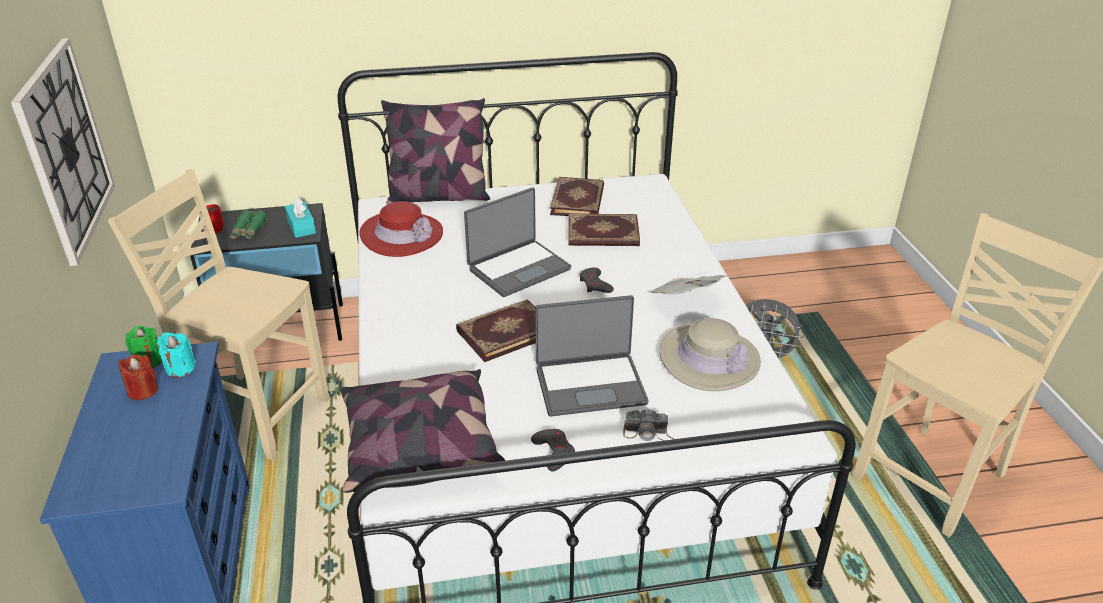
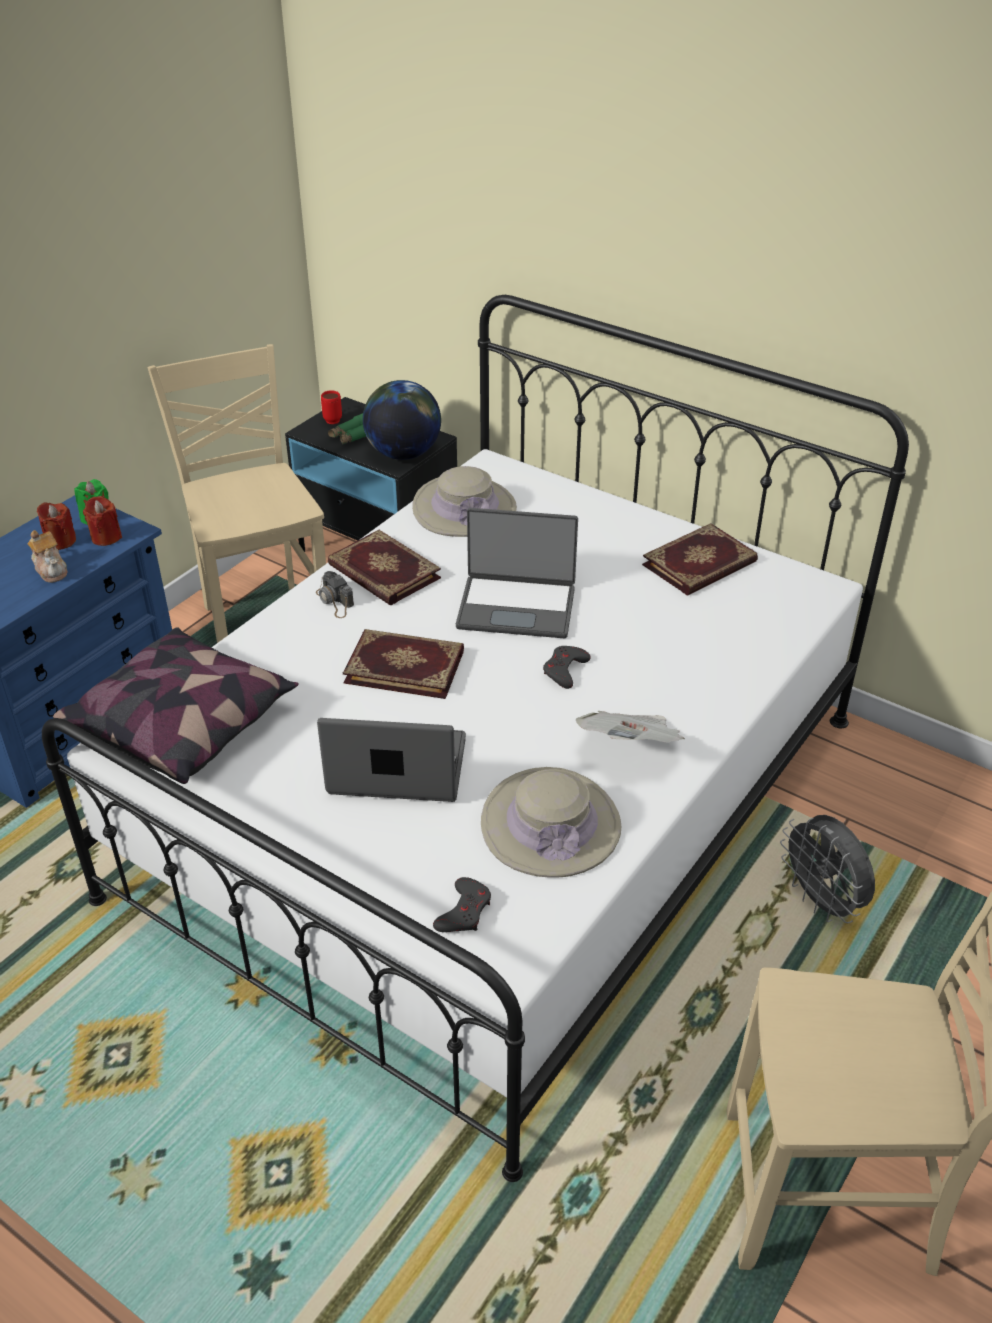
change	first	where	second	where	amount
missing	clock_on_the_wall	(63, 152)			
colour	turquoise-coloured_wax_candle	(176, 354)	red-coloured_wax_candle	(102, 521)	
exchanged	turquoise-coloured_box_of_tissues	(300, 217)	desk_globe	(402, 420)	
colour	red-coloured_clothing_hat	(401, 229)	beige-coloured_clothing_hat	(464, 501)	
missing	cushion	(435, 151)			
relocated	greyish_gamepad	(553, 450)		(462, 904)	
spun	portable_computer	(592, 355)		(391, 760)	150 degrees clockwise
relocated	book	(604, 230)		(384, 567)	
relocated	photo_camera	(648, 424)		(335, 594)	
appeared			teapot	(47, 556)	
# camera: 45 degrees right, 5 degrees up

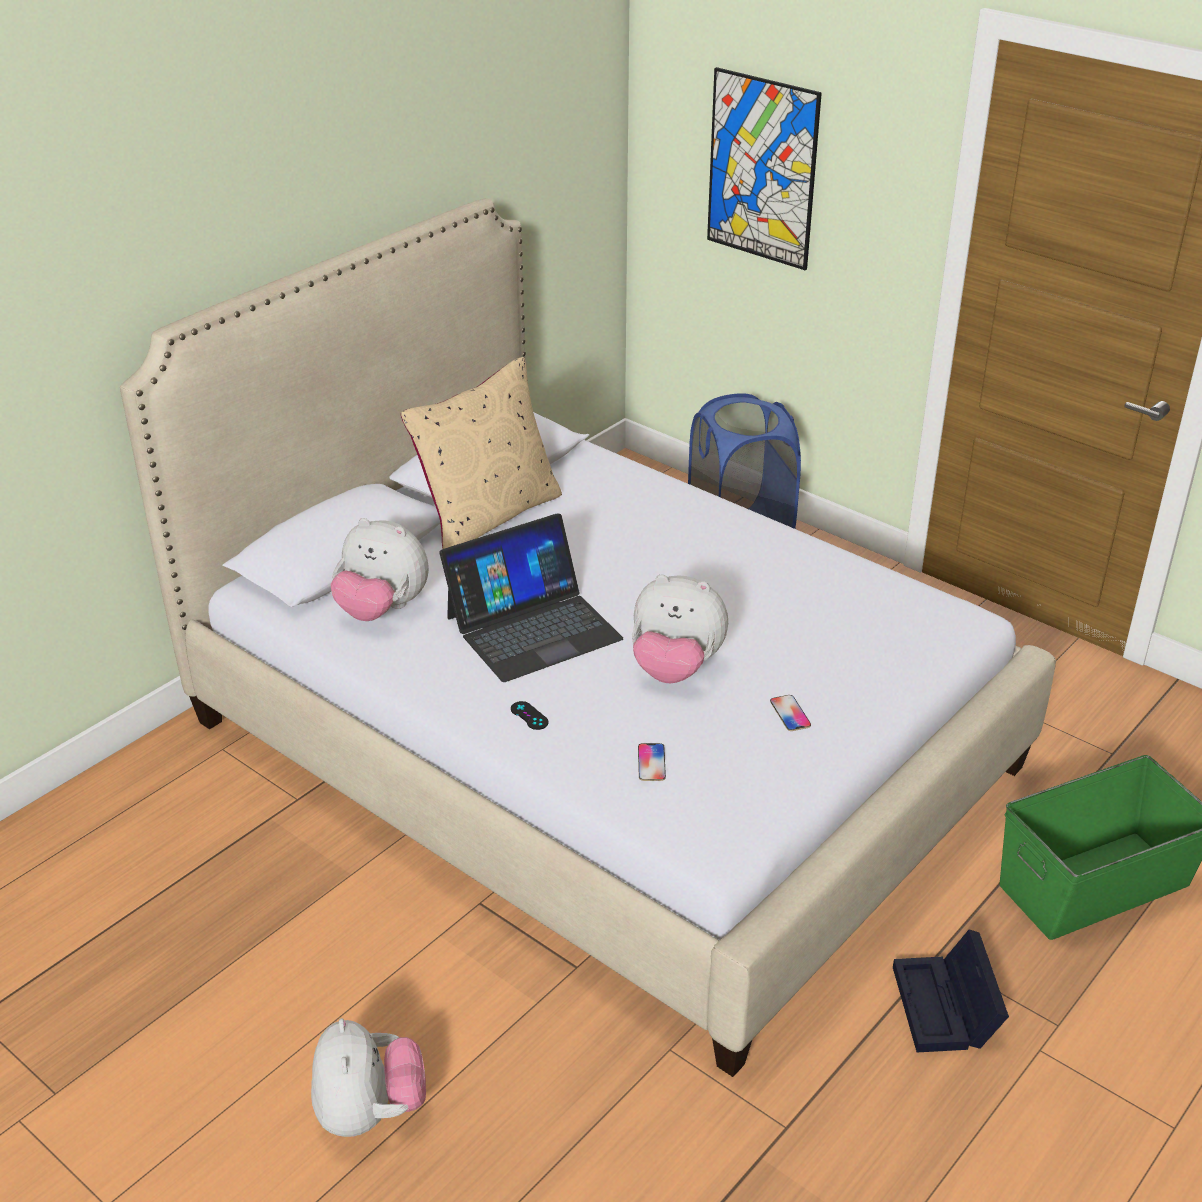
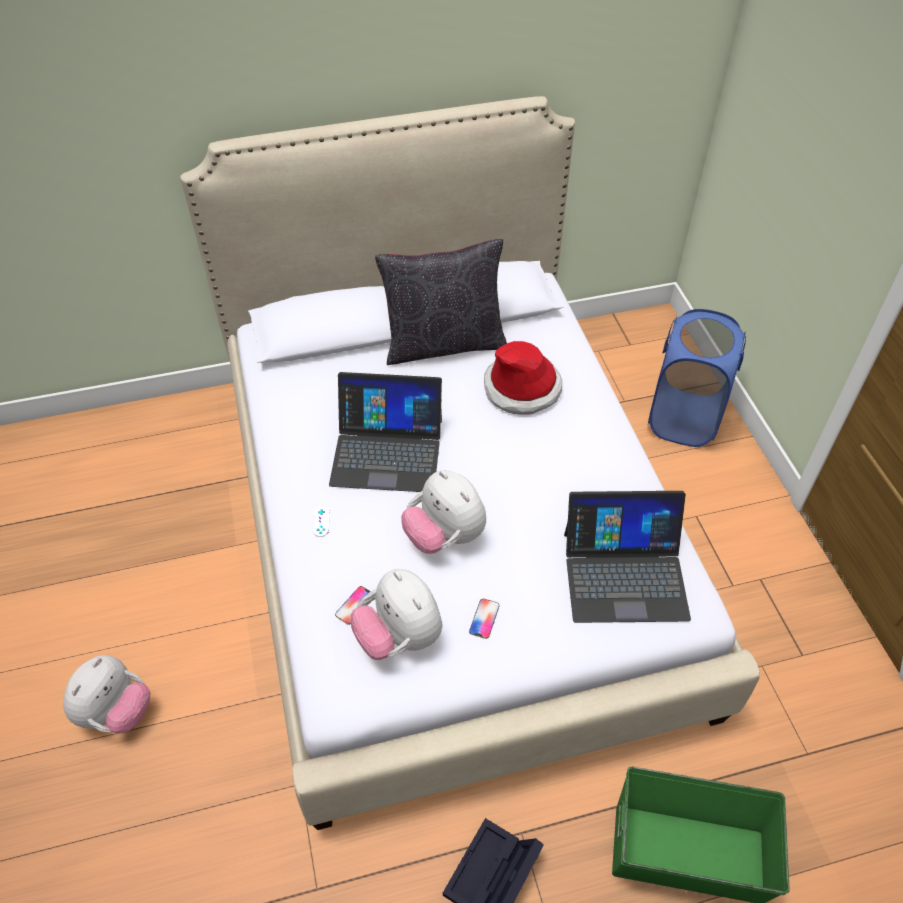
change	first	where	second	where	amount
relocated	soft_toy	(379, 569)		(397, 614)	
colour	beige-coloured_cushion	(481, 453)	blackish_cushion	(441, 302)	
colour	blackish_gamepad	(530, 715)	whitish_gamepad	(321, 521)	
missing	picture	(764, 168)			
appeared			clothing_hat	(523, 378)	
appeared			portable_computer	(627, 557)	
# camera: 35 degrees right, 15 degrees up

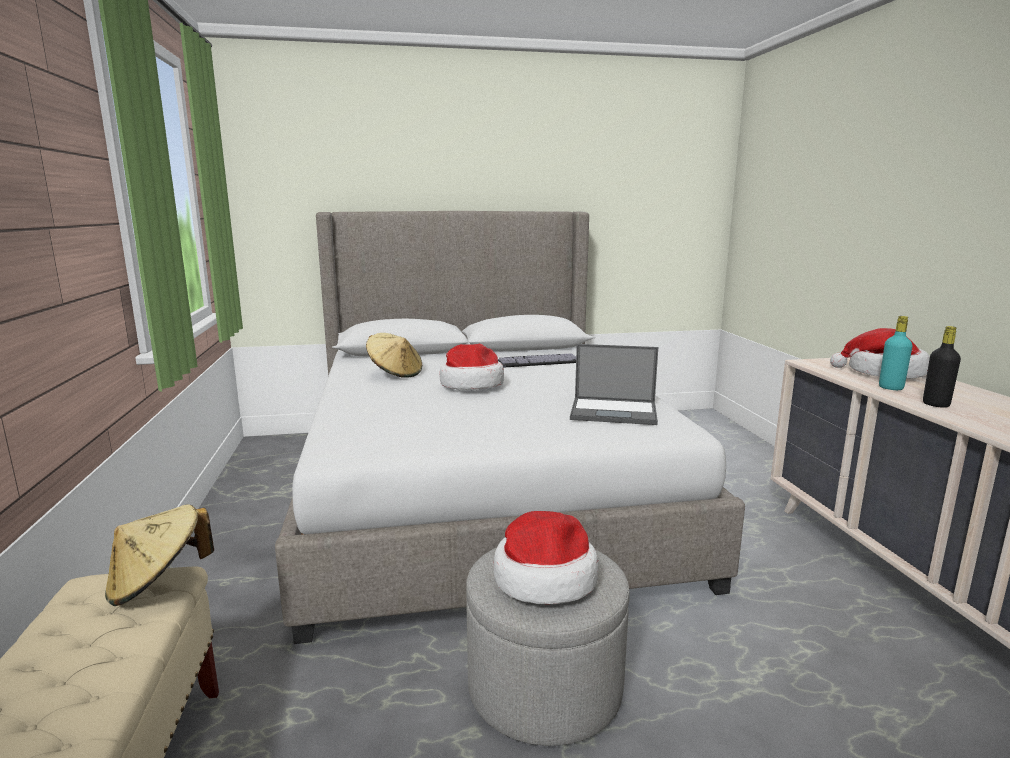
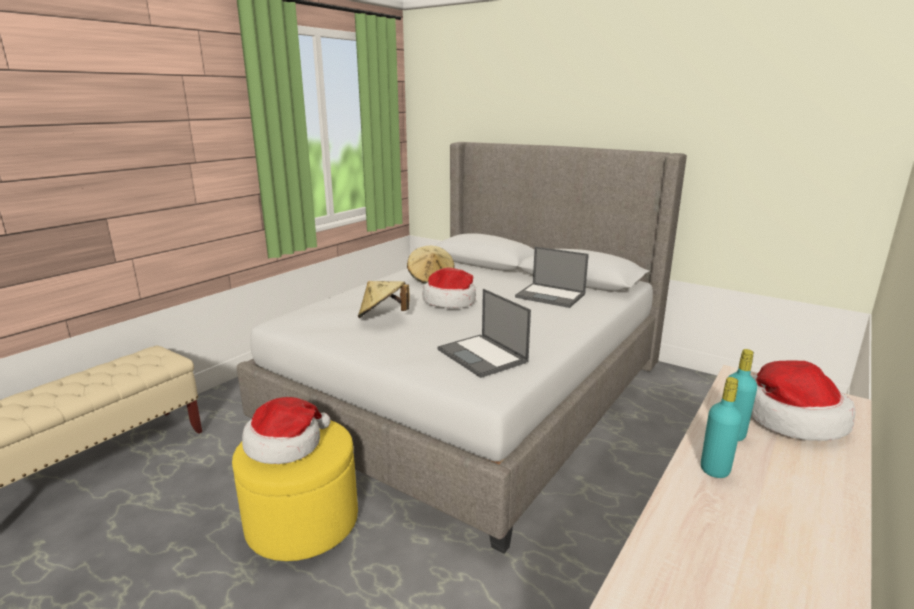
change	first	where	second	where	amount
relocated	beige-coloured_clothing_hat	(159, 555)		(384, 299)	
colour	greyish_footrest	(548, 647)	yellow_footrest	(295, 491)	
exchanged	PC_keyboard	(537, 360)	portable_computer	(552, 277)	
colour	blackish_beverage_bottle	(942, 367)	turquoise-coloured_beverage_bottle	(722, 427)	
# camera: 45 degrees right, 5 degrees up

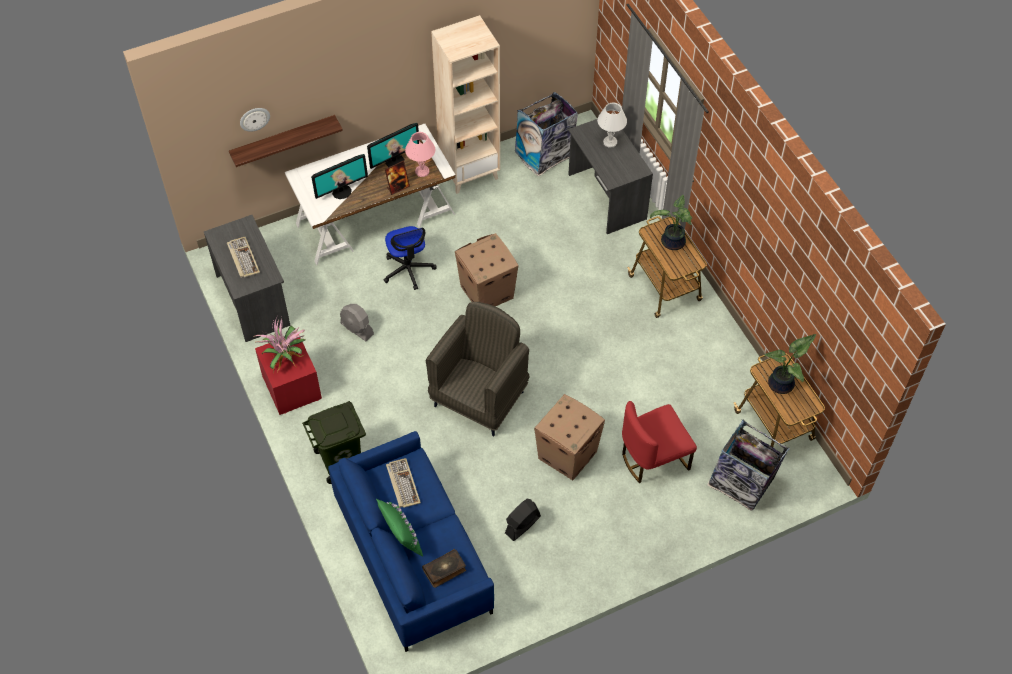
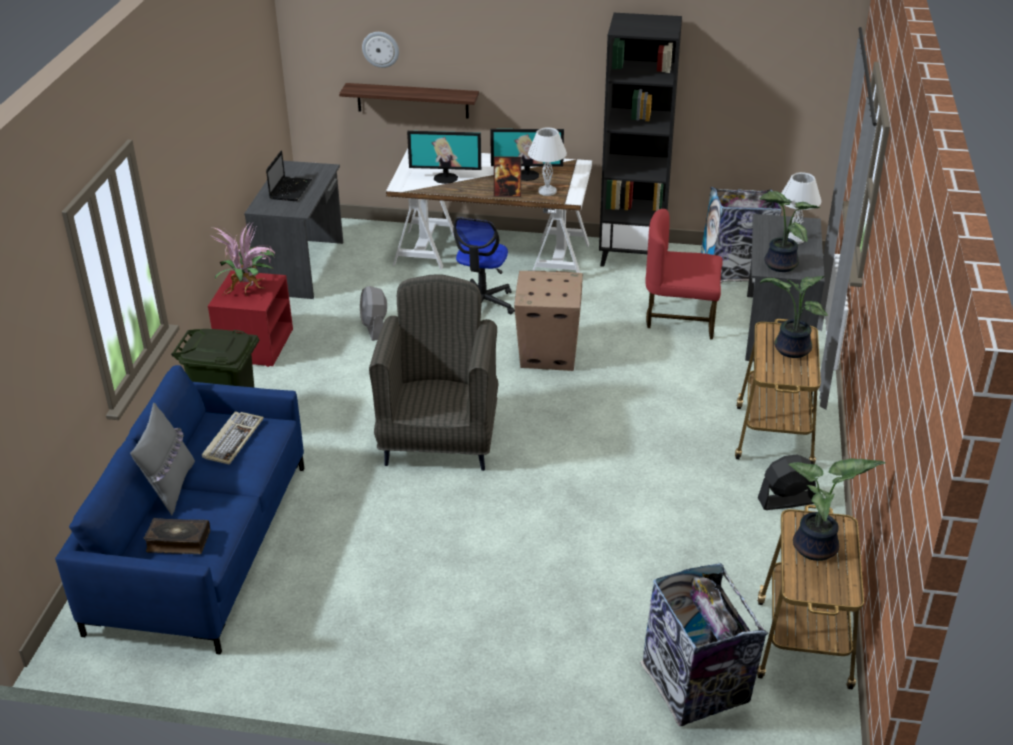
change	first	where	second	where	amount
exchanged	PC_keyboard	(243, 257)	portable_computer	(289, 175)	
colour	green_cushion	(399, 527)	greyish_cushion	(162, 459)	
colour	pinkish_tabletop_lamp	(420, 154)	whitish_tabletop_lamp	(547, 161)	
spun	greyish_lounge_chair	(478, 369)		(434, 373)	60 degrees counterclockwise
colour	beige-coloured_bookshelf	(465, 104)	blackish_bookshelf	(640, 140)	
relocated	blackish_cooling_fan	(523, 520)		(787, 482)	
missing	cardboard_box	(569, 437)			
relocated	red-coloured_chair	(659, 442)		(684, 274)	
appeared			plant_in_a_pot	(789, 231)	
# camera: 35 degrees right, 20 degrees down

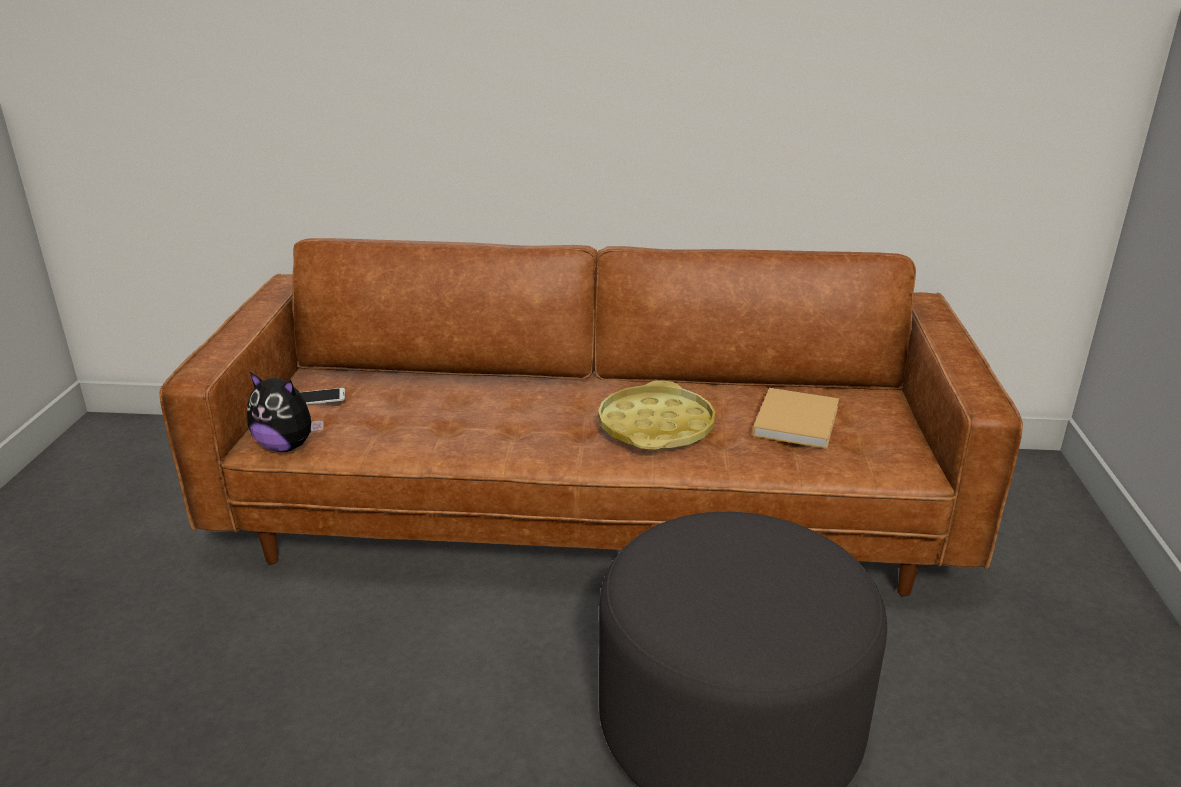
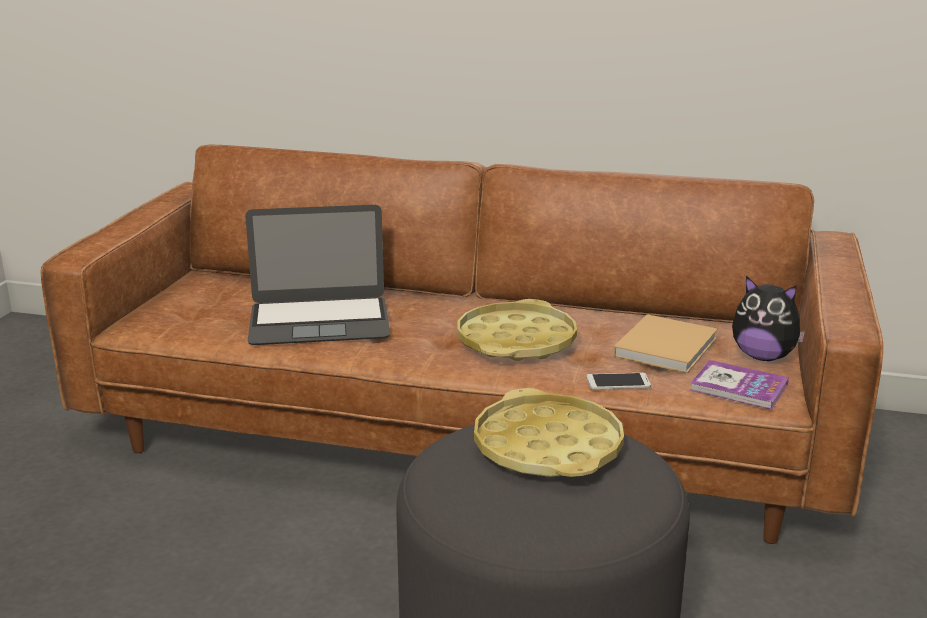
change	first	where	second	where	amount
relocated	soft_toy	(285, 412)		(768, 318)	
relocated	handset	(322, 396)		(618, 381)	
appeared			portable_computer	(317, 275)	
appeared			yellow_tray	(549, 432)	
appeared			book	(739, 385)	
# camera: 10 degrees right, 5 degrees down

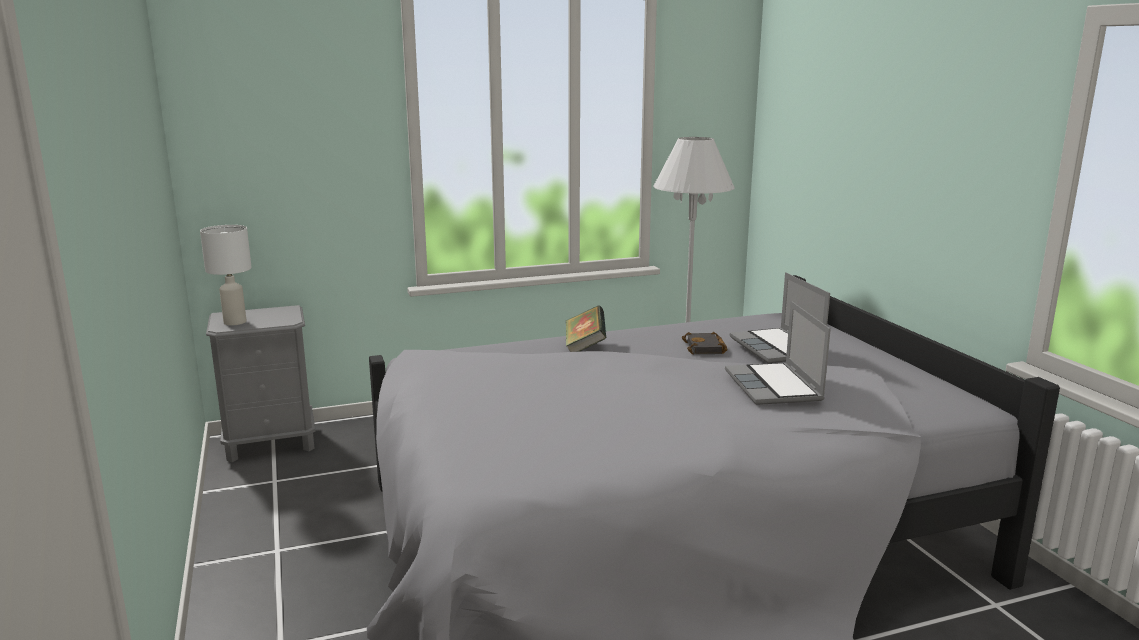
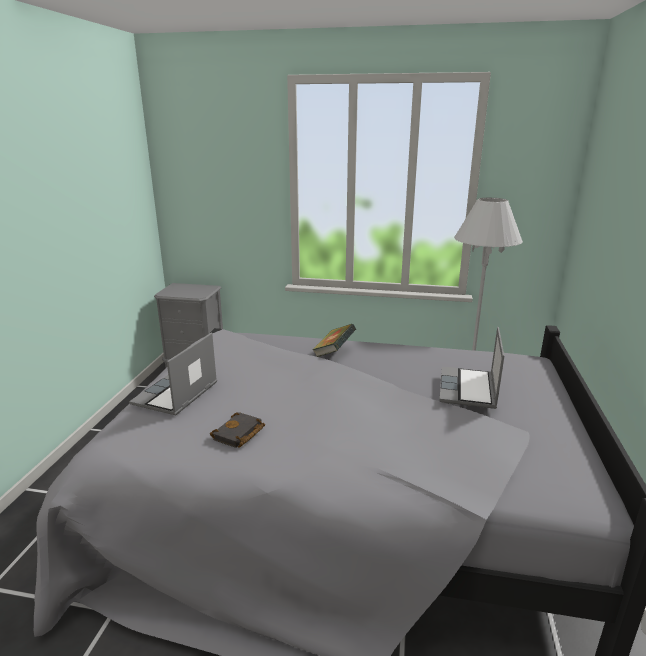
change	first	where	second	where	amount
missing	whitish_tabletop_lamp	(226, 275)			
relocated	blackish_book	(705, 343)		(237, 430)	
relocated	portable_computer	(778, 353)		(173, 374)	
# camera: 30 degrees right, 5 degrees up

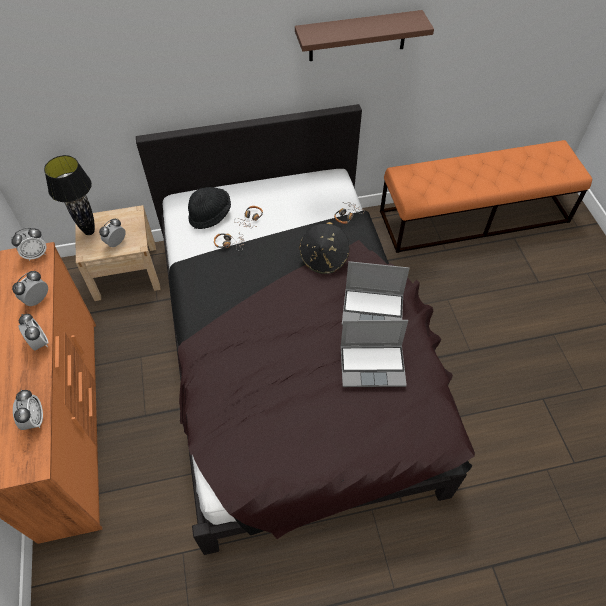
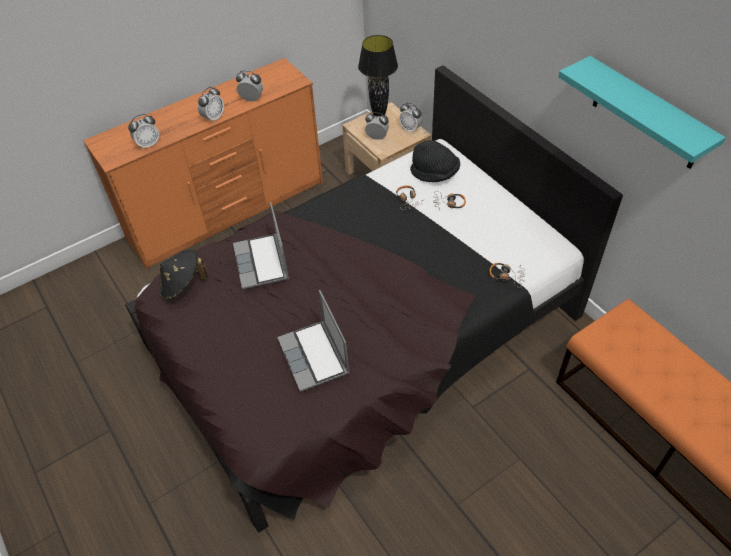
change	first	where	second	where	amount
relocated	bedside_clock	(28, 244)		(411, 118)	
colour	brown-coloured_bracket_shelf	(364, 35)	turquoise-coloured_bracket_shelf	(642, 112)	
relocated	blackish_clothing_hat	(324, 248)		(183, 274)	
relocated	portable_computer	(376, 293)		(261, 245)	
# camera: 70 degrees right, 5 degrees down

